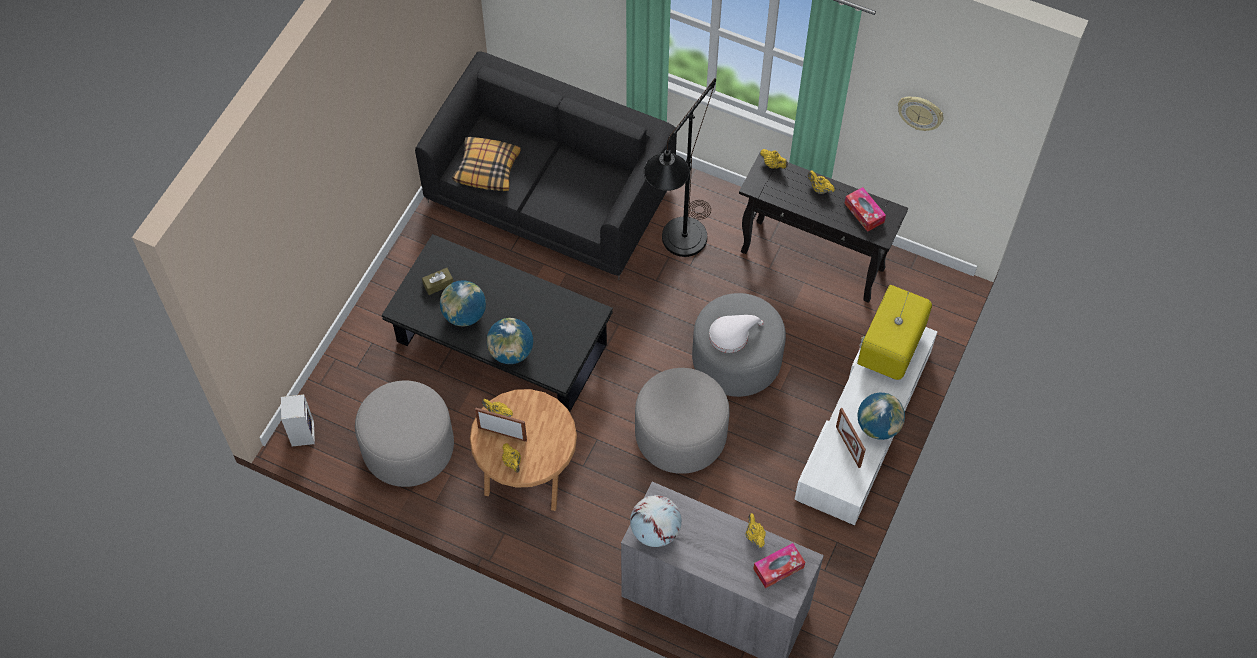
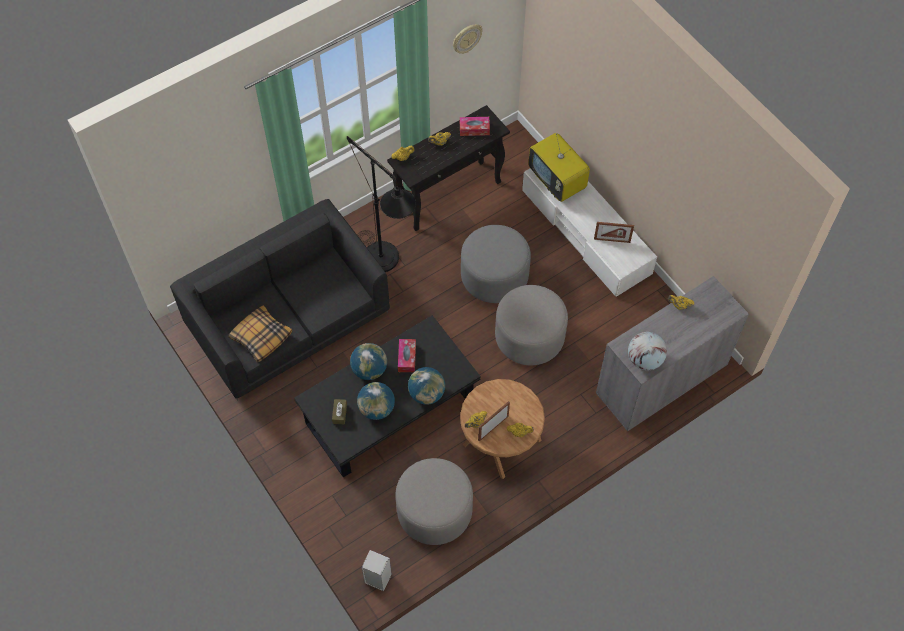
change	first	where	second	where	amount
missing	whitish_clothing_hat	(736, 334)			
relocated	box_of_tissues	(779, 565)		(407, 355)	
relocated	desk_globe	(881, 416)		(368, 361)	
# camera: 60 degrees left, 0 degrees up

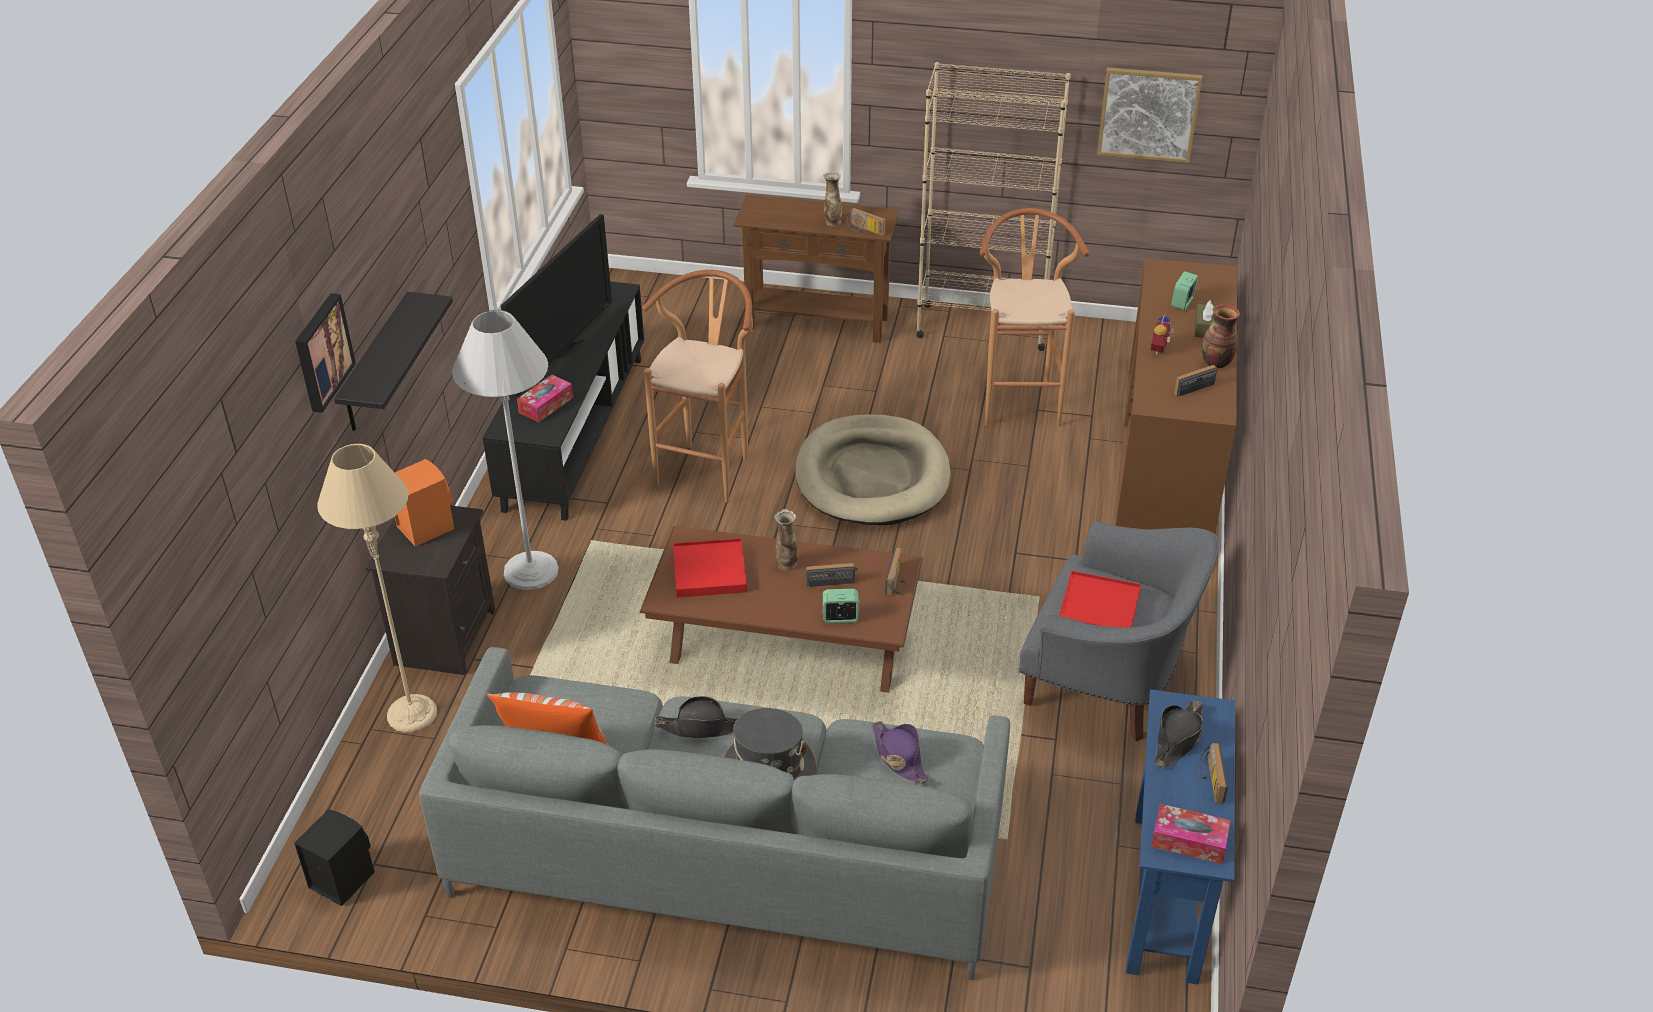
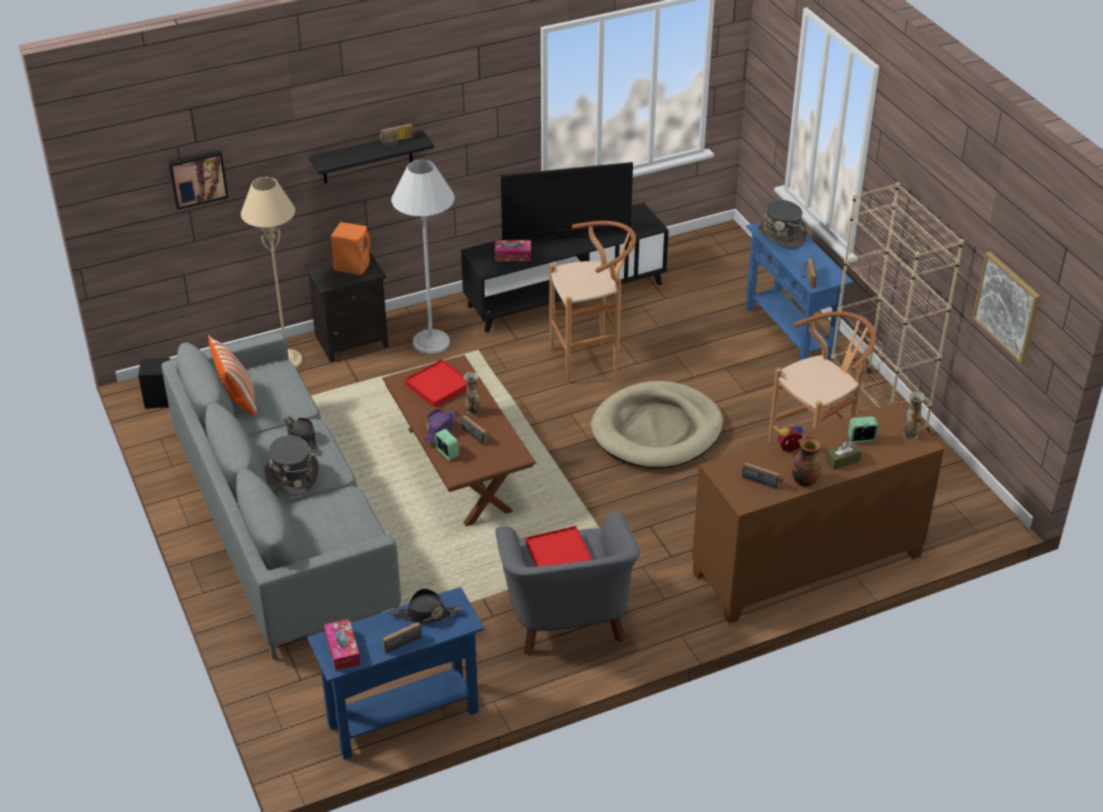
change	first	where	second	where	amount
relocated	picture	(325, 353)		(198, 180)	
colour	brown-coloured_narrow_table	(816, 269)	blue_narrow_table	(799, 291)	
relocated	decorative_vase	(832, 198)		(914, 416)	
relocated	purplish_clothing_hat	(900, 752)		(440, 425)	
relocated	radio_receiver	(895, 572)		(396, 134)	
appeared			greyish_clothing_hat	(782, 224)	
# camera: 55 degrees right, 0 degrees up

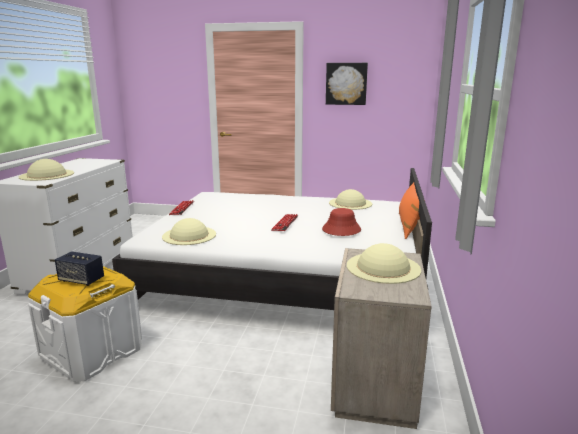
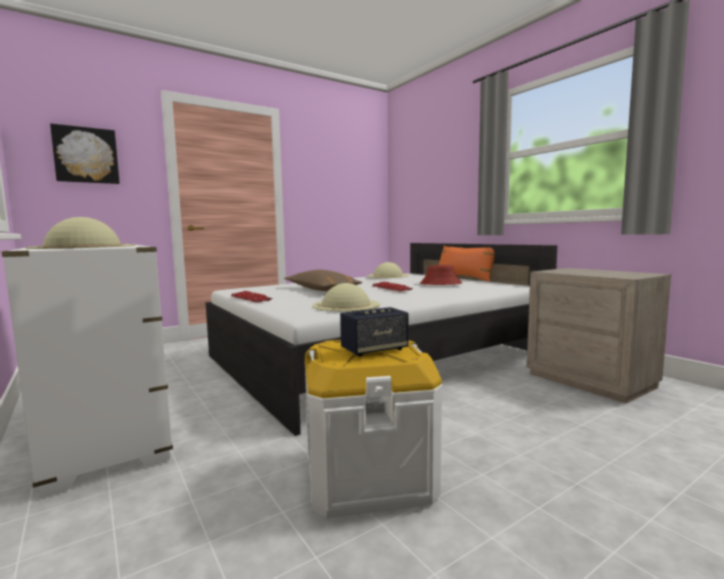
change	first	where	second	where	amount
relocated	picture	(347, 84)		(85, 154)	
missing	beige-coloured_clothing_hat	(384, 263)			
appeared			brown-coloured_cushion	(323, 280)	
# camera: 45 degrees left, 10 degrees down

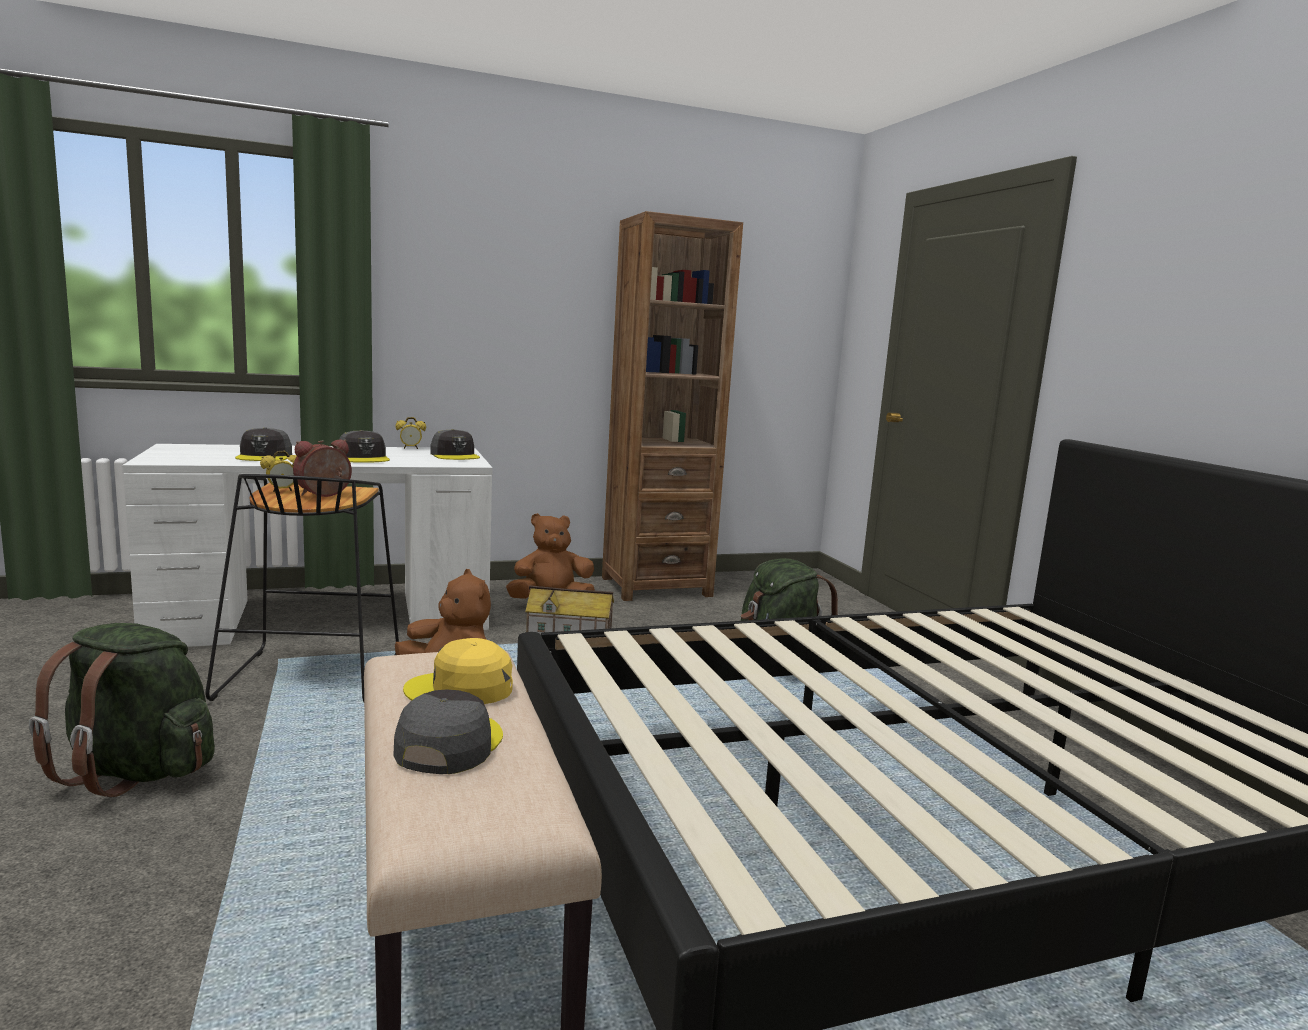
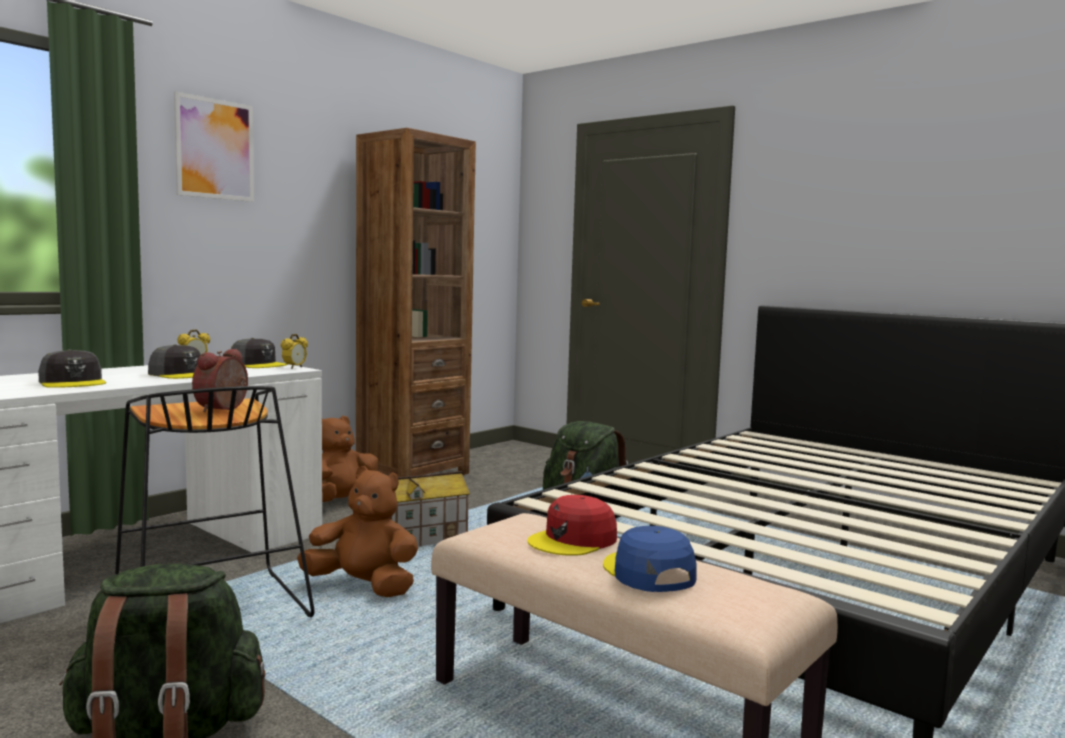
change	first	where	second	where	amount
relocated	bedside_clock	(278, 471)		(294, 351)	
colour	greyish_cap	(448, 731)	blue_cap	(650, 559)	
colour	yellow_cap	(458, 671)	red-coloured_cap	(572, 525)	
appeared			picture	(214, 146)	
# camera: 30 degrees left, 5 degrees down

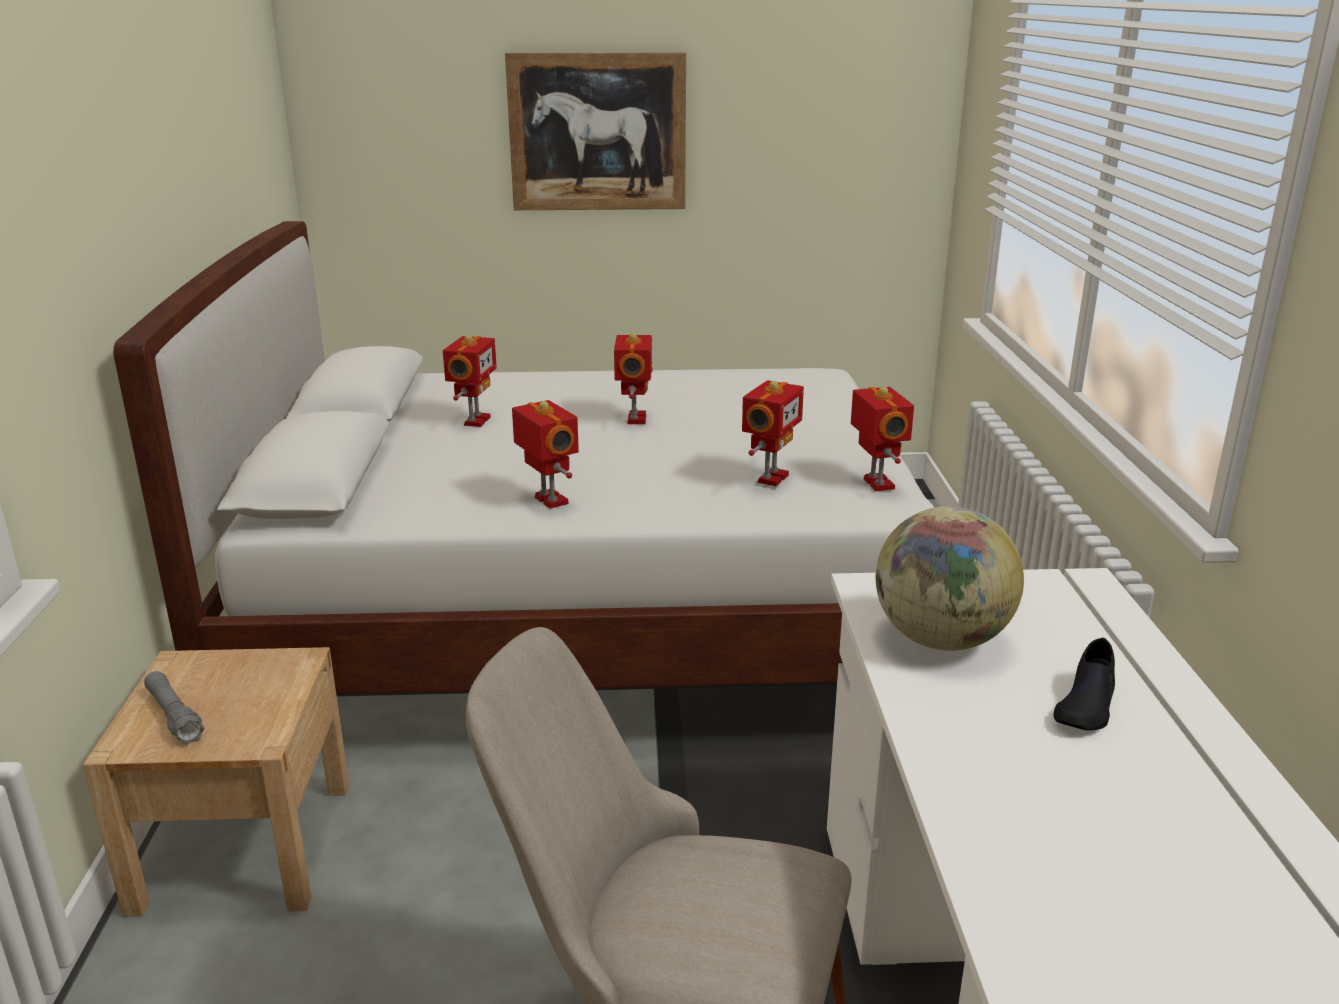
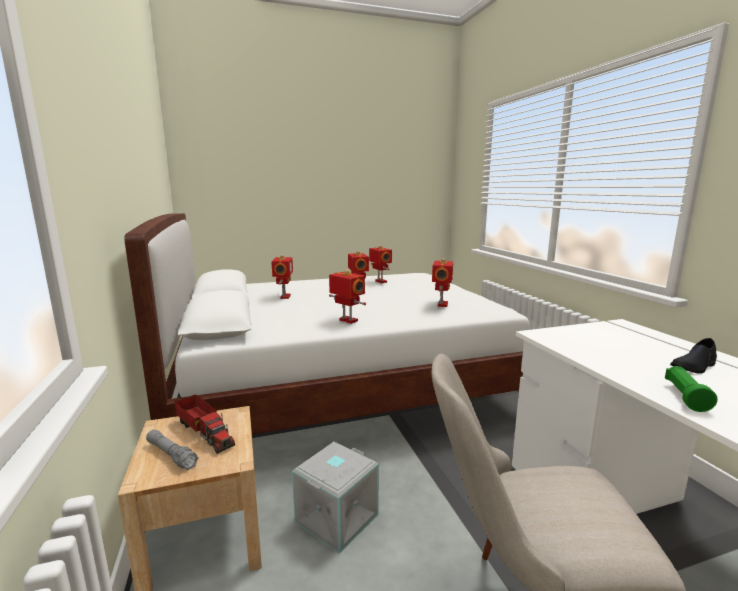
change	first	where	second	where	amount
missing	picture	(595, 131)			
relocated	robot_figure	(882, 438)		(380, 264)	
missing	desk_globe	(950, 578)			
spun	blackish_low_shoe	(1084, 684)		(693, 356)	45 degrees clockwise
appeared			toy_lorry	(205, 424)	
appeared			greyish_storage_container	(335, 498)	
appeared			green_hand_torch	(691, 389)	
# camera: 15 degrees left, 10 degrees down

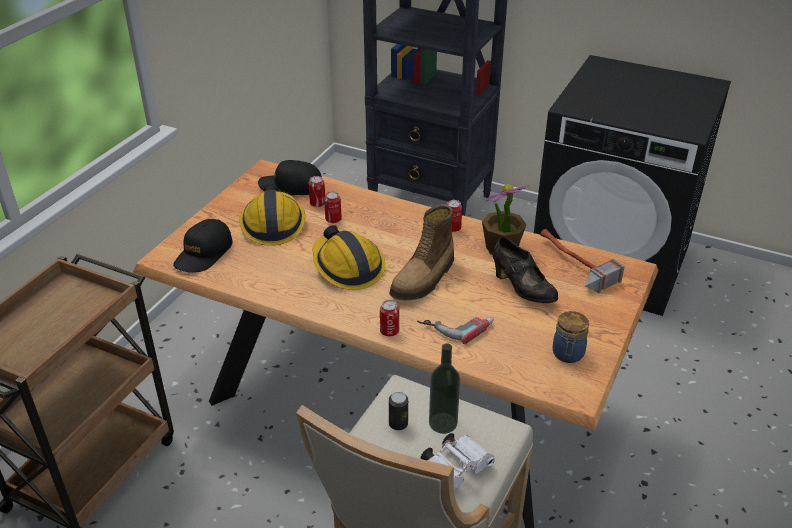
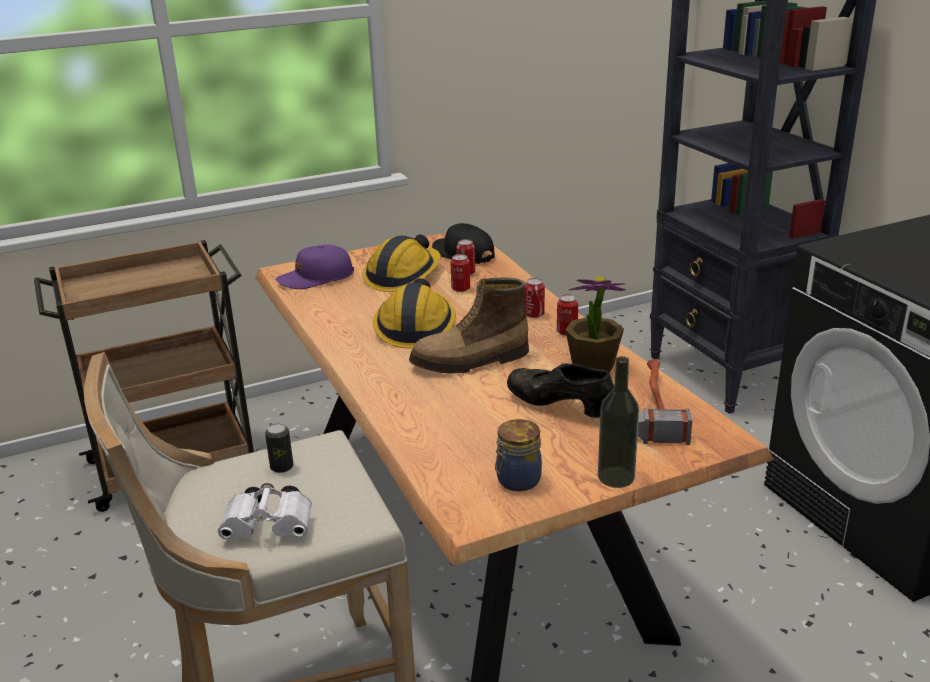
change	first	where	second	where	amount
colour	blackish_cap	(203, 246)	purplish_cap	(315, 267)	
relocated	metal_can	(389, 318)		(535, 298)	
missing	electric_drill	(455, 330)			
relocated	beverage_bottle	(444, 388)		(618, 422)	
spun	blackish_low_shoe	(525, 270)		(560, 390)	120 degrees clockwise
# camera: 40 degrees right, 10 degrees down

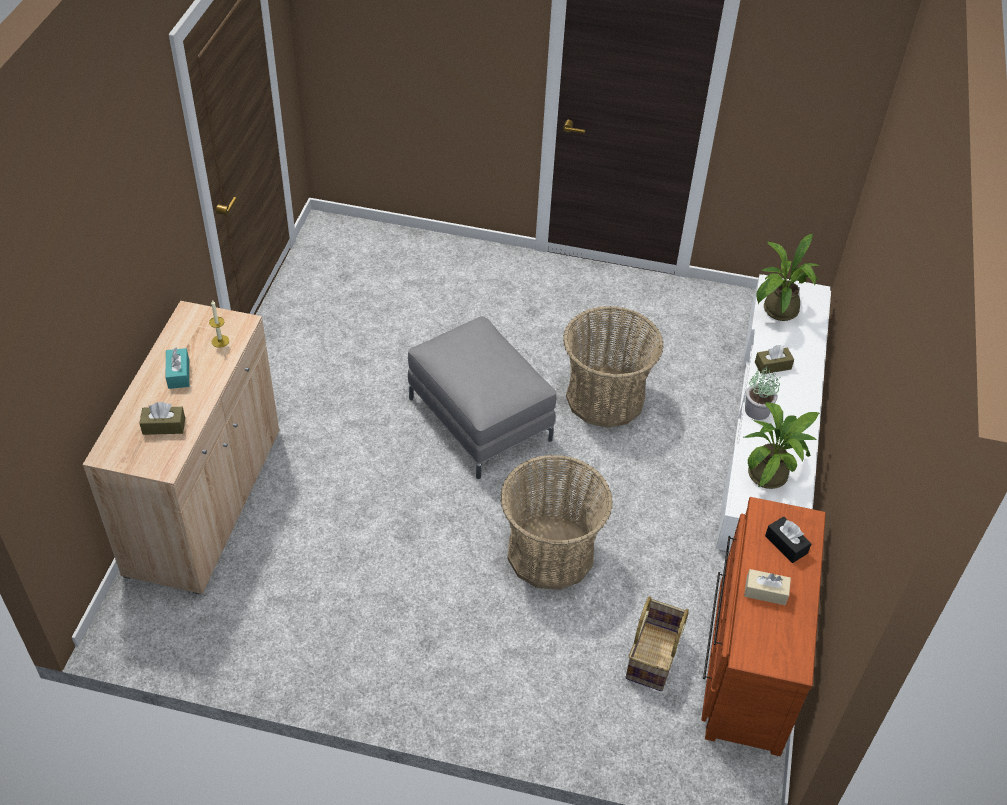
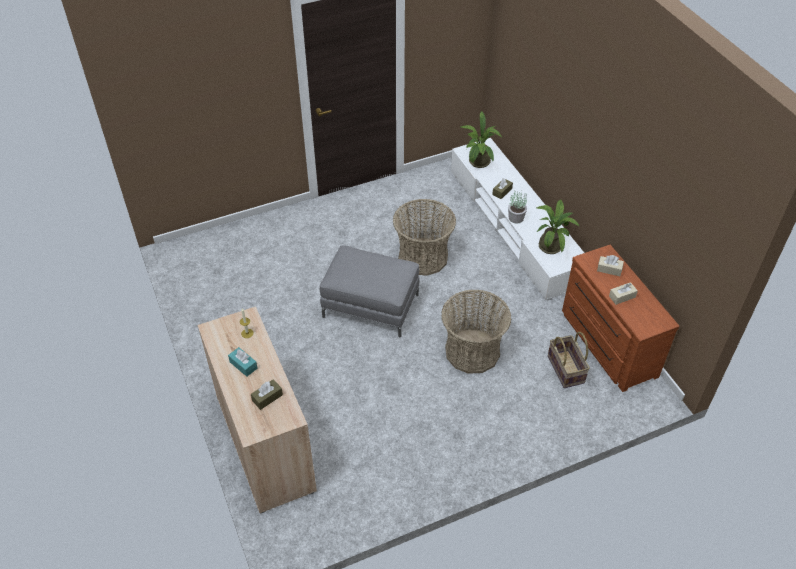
change	first	where	second	where	amount
colour	blackish_box_of_tissues	(788, 539)	beige-coloured_box_of_tissues	(610, 265)	
# camera: 35 degrees left, 0 degrees up

